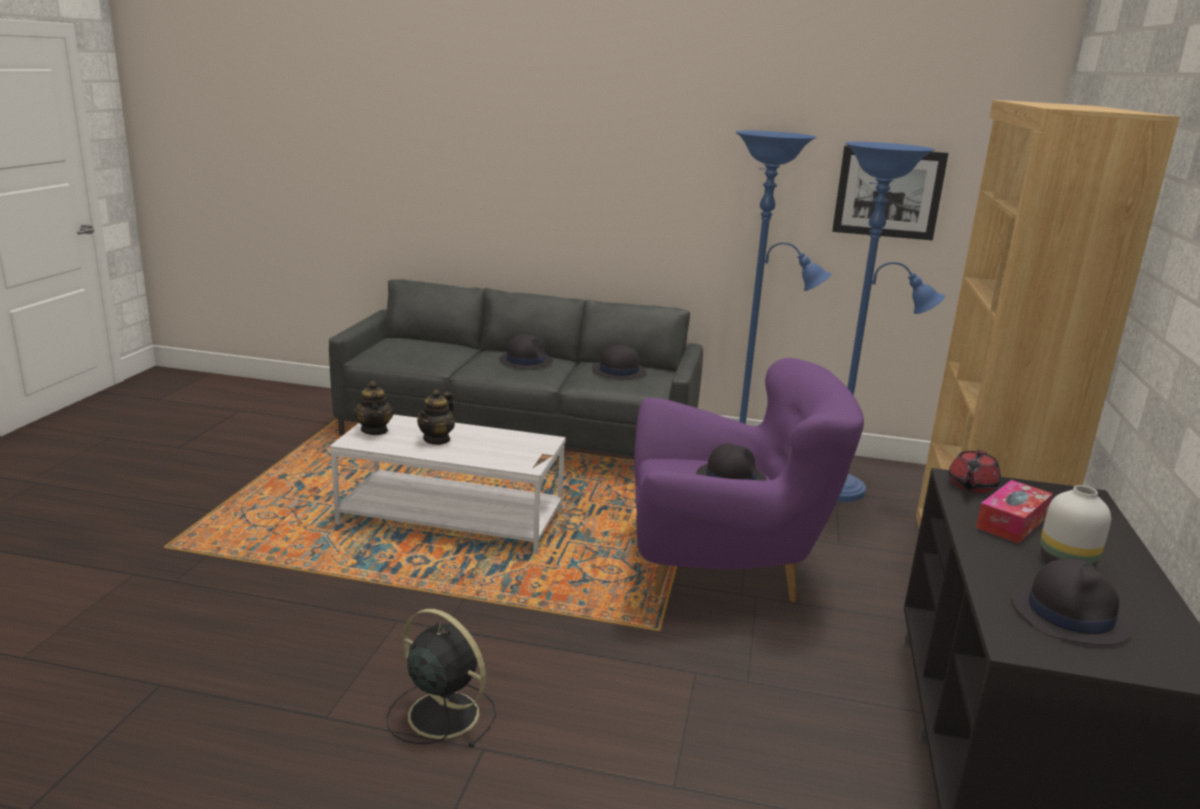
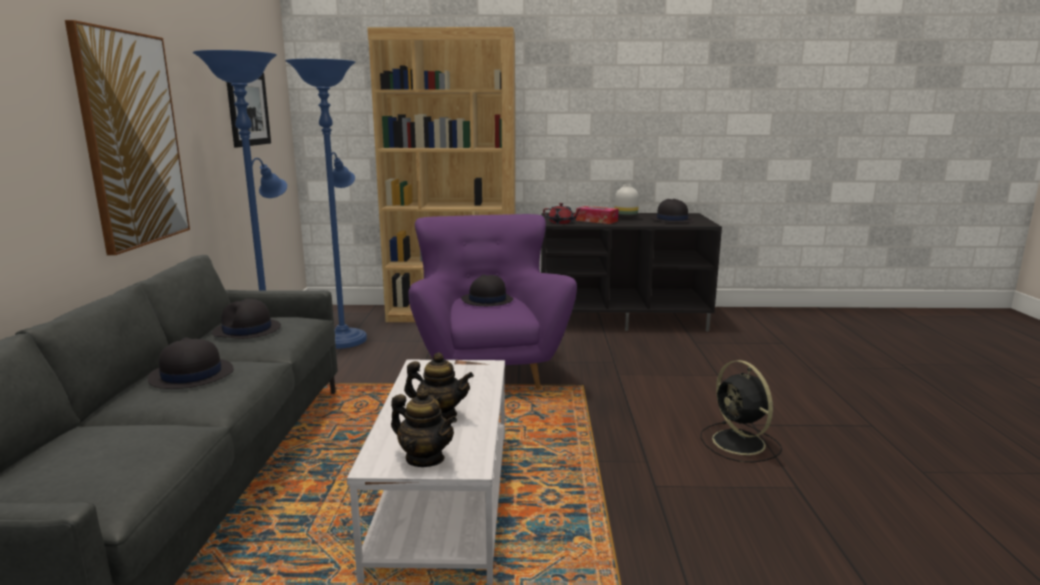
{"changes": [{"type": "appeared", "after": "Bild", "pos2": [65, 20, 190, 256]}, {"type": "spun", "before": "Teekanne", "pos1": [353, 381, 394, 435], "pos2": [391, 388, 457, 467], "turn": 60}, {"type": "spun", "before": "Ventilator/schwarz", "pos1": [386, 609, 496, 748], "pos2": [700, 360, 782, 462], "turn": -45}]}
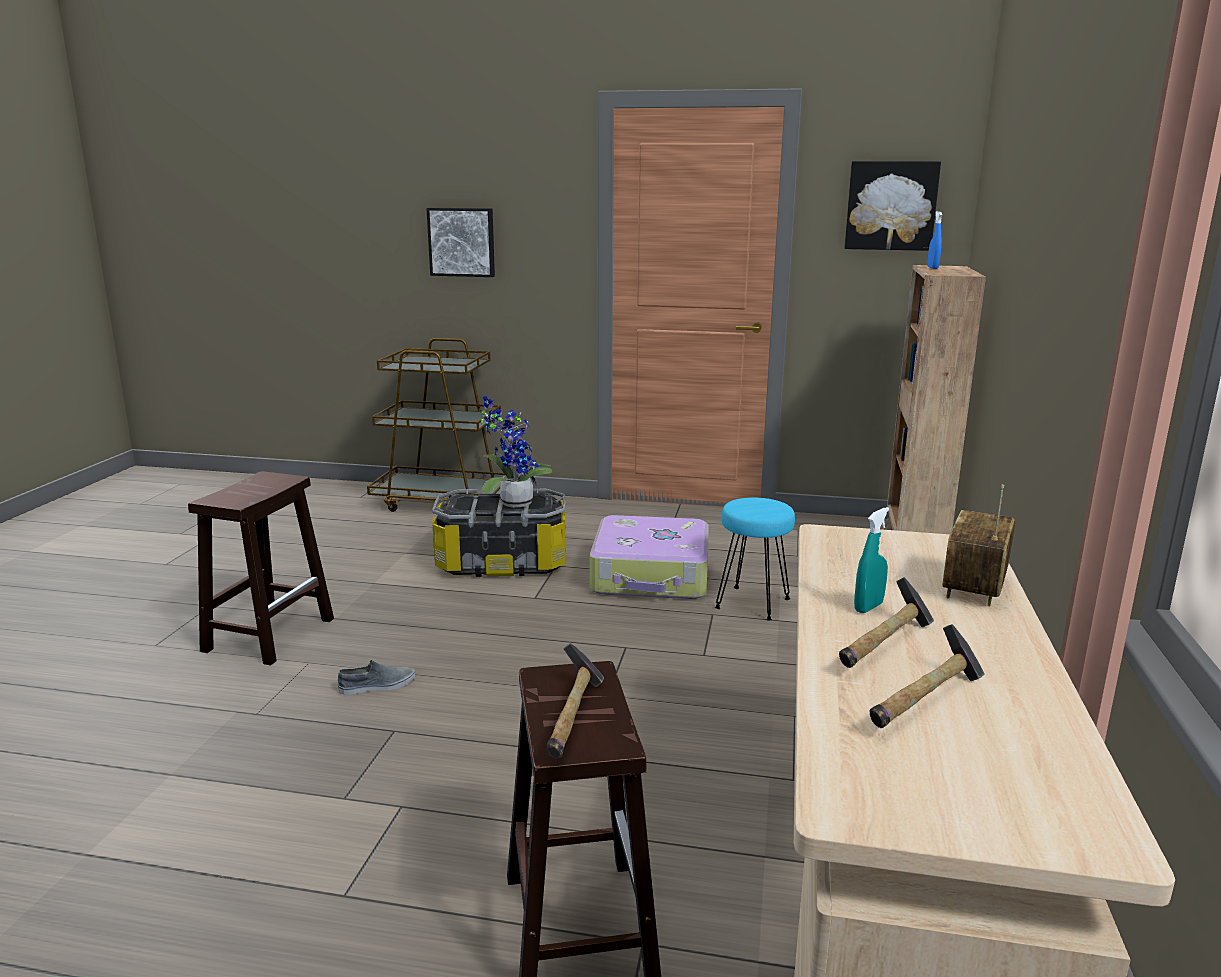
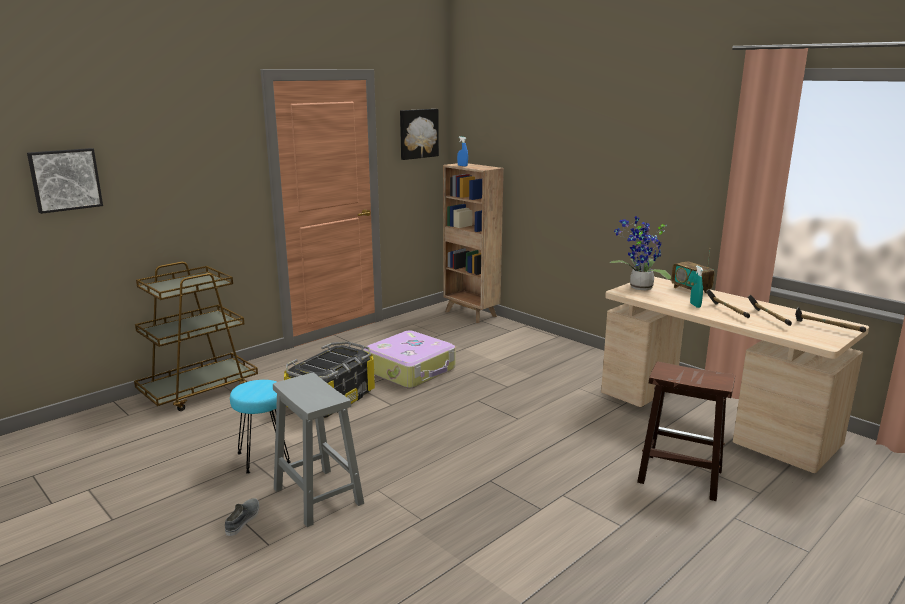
{"changes": [{"type": "relocated", "before": "Schuh/grau", "pos1": [338, 660, 415, 695], "pos2": [225, 498, 259, 536]}, {"type": "relocated", "before": "Bild", "pos1": [426, 208, 495, 277], "pos2": [27, 148, 103, 214]}, {"type": "relocated", "before": "Topfpflanze", "pos1": [480, 396, 552, 508], "pos2": [610, 216, 671, 290]}, {"type": "relocated", "before": "Hammer", "pos1": [546, 643, 604, 759], "pos2": [795, 307, 866, 333]}, {"type": "relocated", "before": "Hocker/türkis", "pos1": [715, 497, 795, 620], "pos2": [230, 380, 291, 474]}, {"type": "colour", "before": "Hocker/braun", "after": "Hocker/grau", "pos1": [188, 471, 334, 665], "pos2": [273, 373, 364, 527]}]}
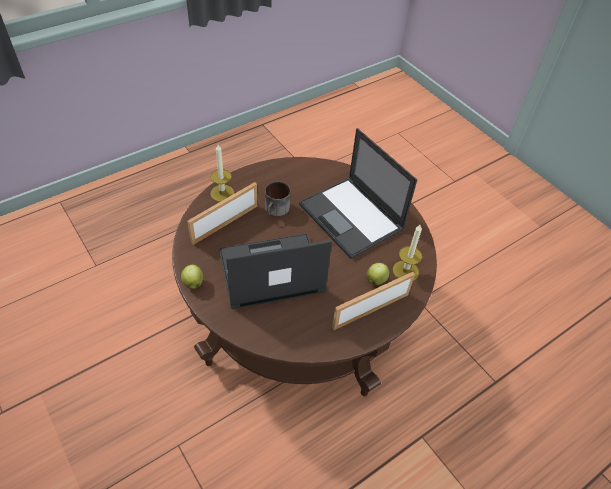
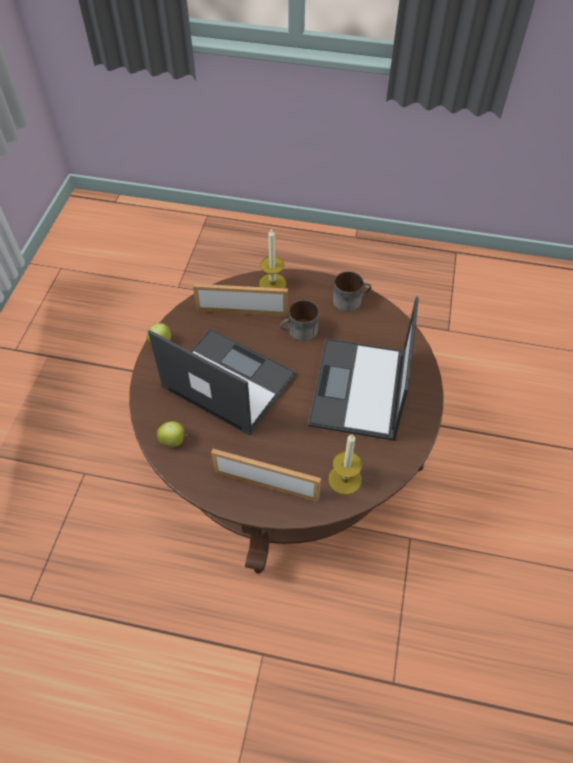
{"changes": [{"type": "appeared", "after": "Henkelbecher", "pos2": [333, 271, 371, 312]}, {"type": "relocated", "before": "Apfel", "pos1": [367, 263, 389, 285], "pos2": [157, 421, 188, 447]}]}
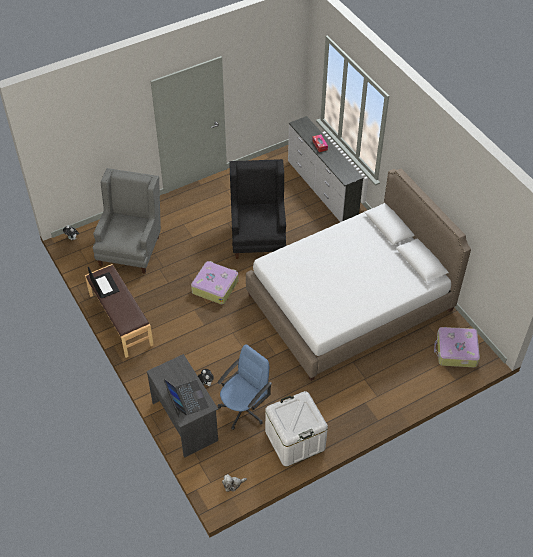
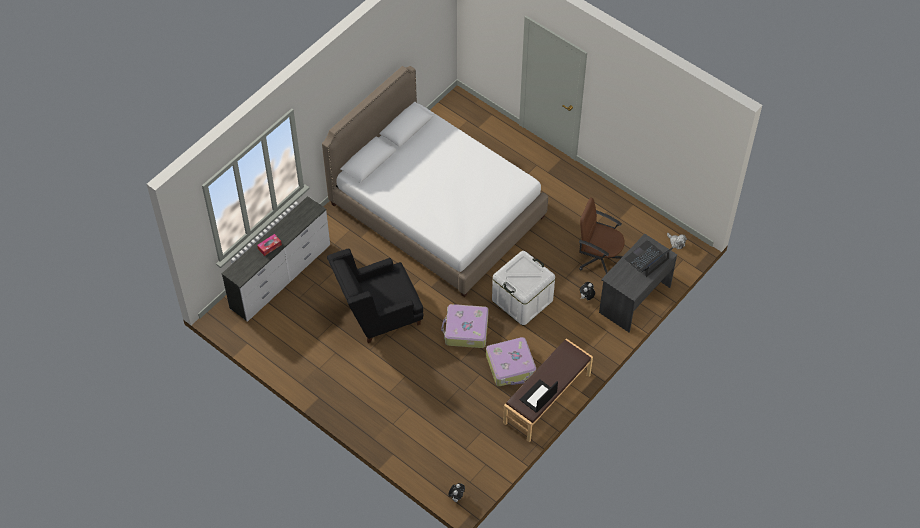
{"changes": [{"type": "missing", "before": "Sessel/grau", "pos1": [93, 168, 161, 274]}, {"type": "relocated", "before": "Aufbewahrungsbox/weiß", "pos1": [265, 391, 328, 467], "pos2": [492, 251, 555, 325]}, {"type": "relocated", "before": "Koffer", "pos1": [434, 327, 480, 367], "pos2": [486, 337, 536, 386]}, {"type": "colour", "before": "Bürostuhl/blau", "after": "Bürostuhl/braun", "pos1": [217, 344, 272, 430], "pos2": [579, 197, 625, 274]}]}
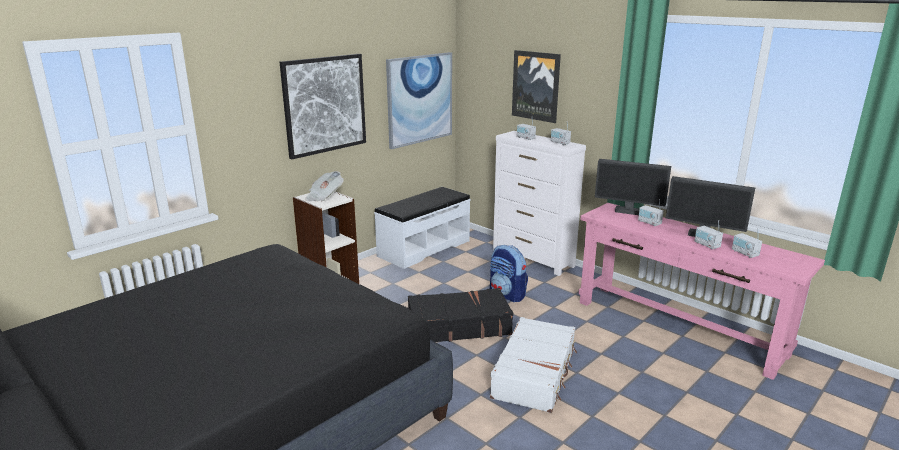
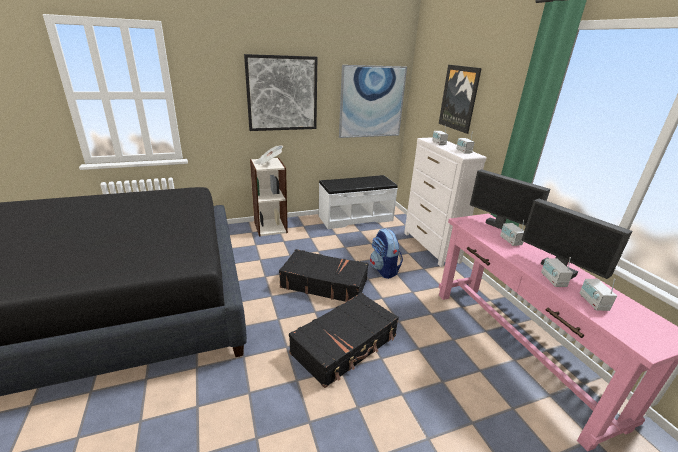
{"changes": [{"type": "colour", "before": "Koffer/weiß", "after": "Koffer/schwarz", "pos1": [490, 317, 577, 413], "pos2": [289, 292, 399, 388]}]}
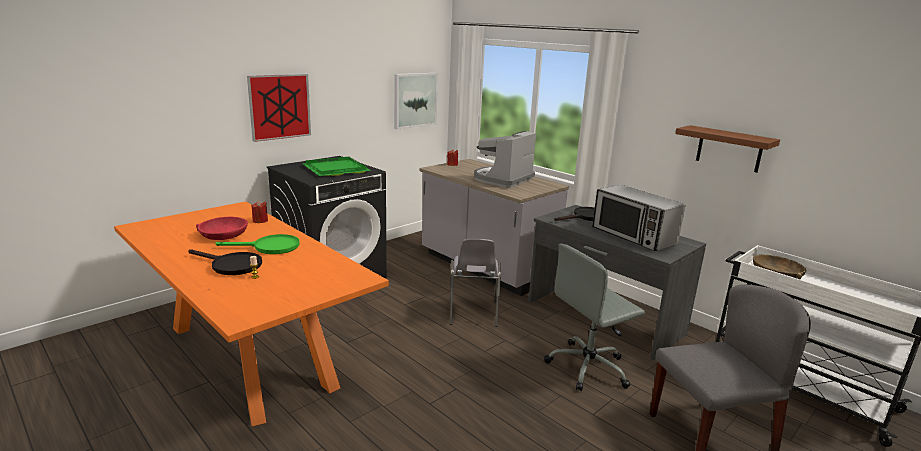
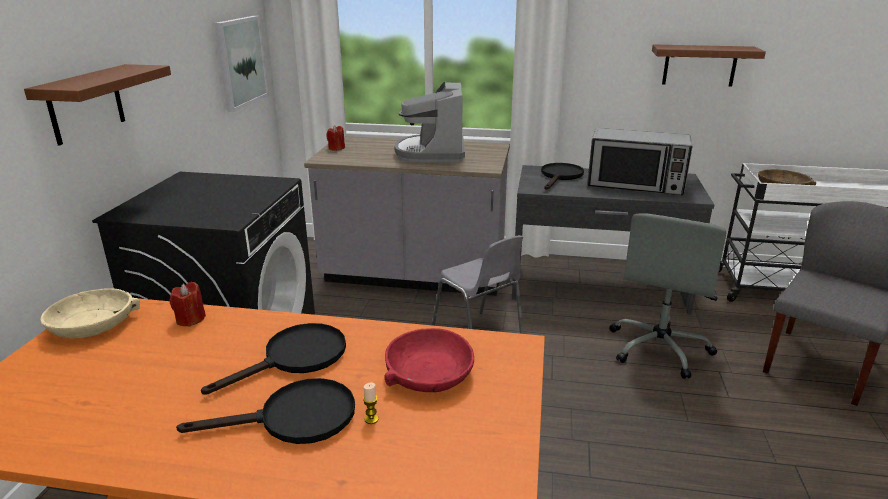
{"changes": [{"type": "missing", "before": "Tablett/grün", "pos1": [302, 157, 371, 176]}, {"type": "appeared", "after": "Schüssel/beige", "pos2": [40, 288, 140, 338]}, {"type": "relocated", "before": "Schüssel/rot", "pos1": [196, 217, 248, 240], "pos2": [384, 328, 474, 392]}, {"type": "exchanged", "before": "Bild", "after": "Wandregal/braun", "pos1": [247, 74, 311, 142], "pos2": [24, 64, 171, 145]}, {"type": "colour", "before": "Pfanne/grün", "after": "Pfanne/schwarz", "pos1": [215, 234, 300, 254], "pos2": [201, 323, 346, 395]}]}
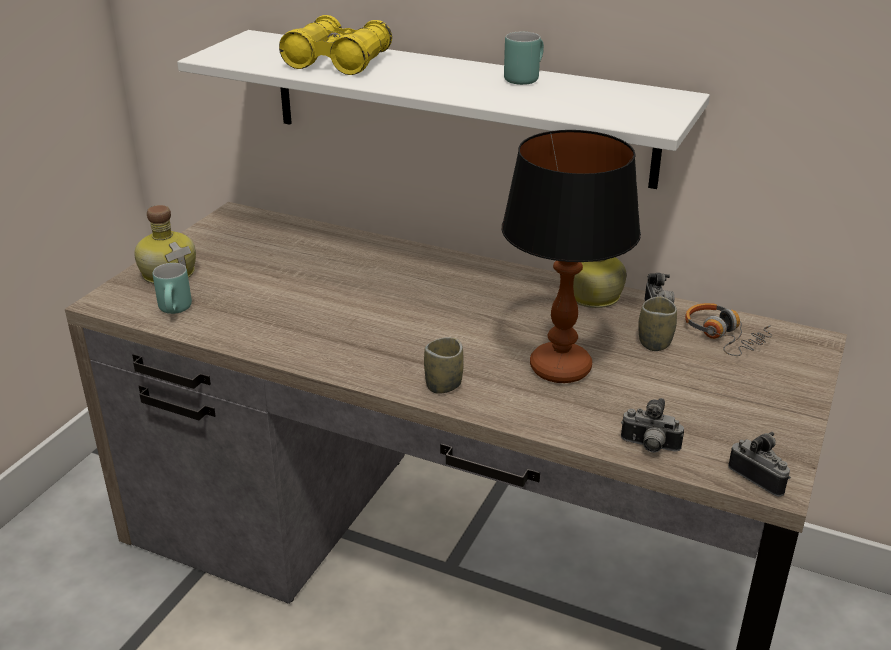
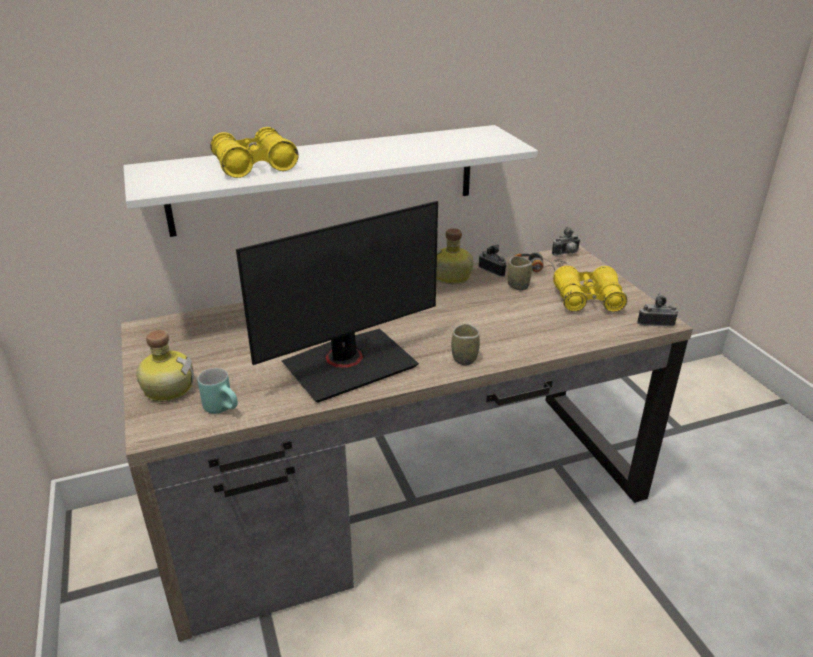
{"changes": [{"type": "missing", "before": "Tischlampe", "pos1": [502, 130, 641, 383]}, {"type": "missing", "before": "Henkelbecher/türkis", "pos1": [504, 32, 544, 85]}, {"type": "appeared", "after": "Monitor", "pos2": [236, 201, 438, 403]}, {"type": "appeared", "after": "Fernglas/gelb", "pos2": [553, 266, 627, 312]}, {"type": "relocated", "before": "Kamera", "pos1": [621, 398, 684, 453], "pos2": [552, 227, 581, 256]}]}
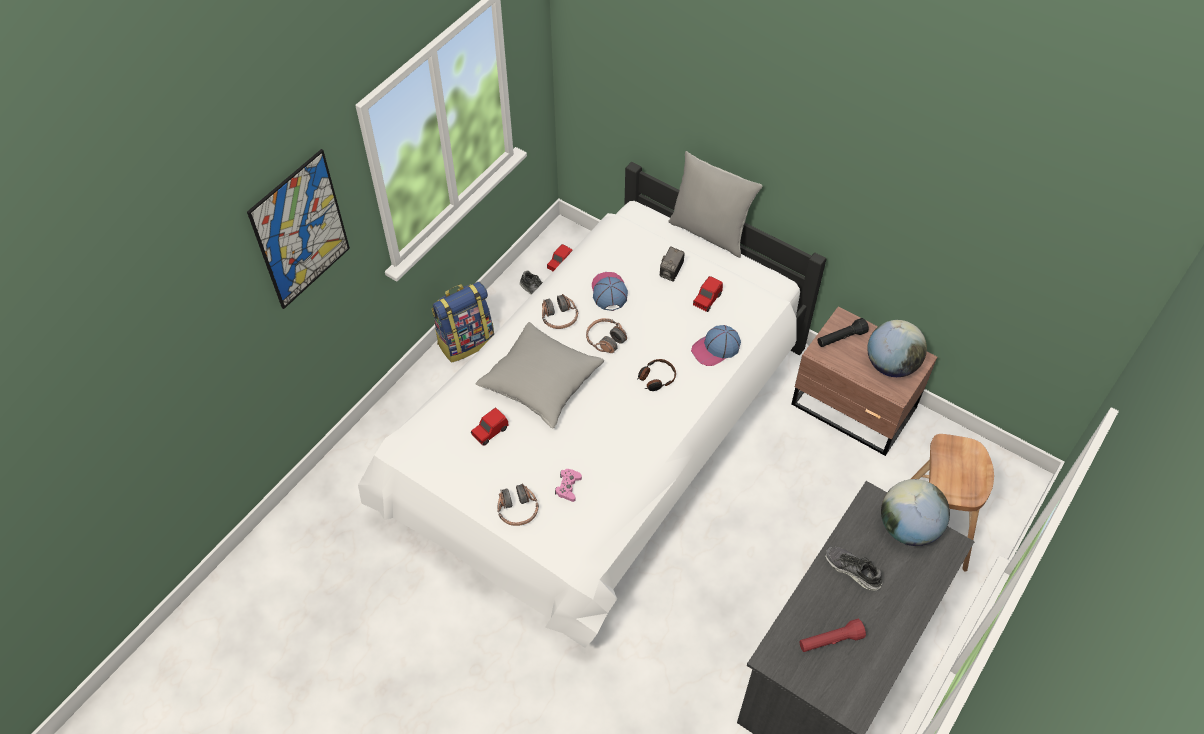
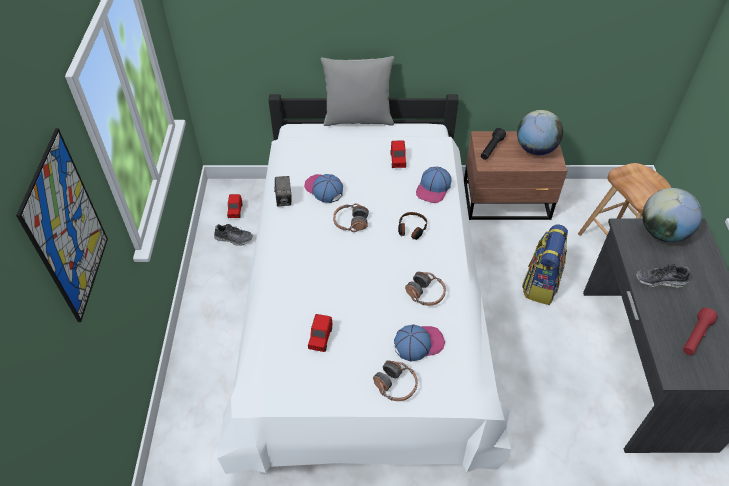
{"changes": [{"type": "missing", "before": "Kissen/grau", "pos1": [476, 322, 604, 429]}, {"type": "relocated", "before": "Rucksack", "pos1": [432, 281, 494, 363], "pos2": [522, 224, 568, 305]}, {"type": "relocated", "before": "Kopfhörer", "pos1": [542, 294, 578, 329], "pos2": [405, 272, 446, 306]}, {"type": "relocated", "before": "Kamera", "pos1": [660, 246, 685, 282], "pos2": [274, 176, 292, 206]}, {"type": "exchanged", "before": "Gamepad/rosa", "after": "Kappe", "pos1": [555, 469, 582, 502], "pos2": [394, 324, 445, 362]}]}
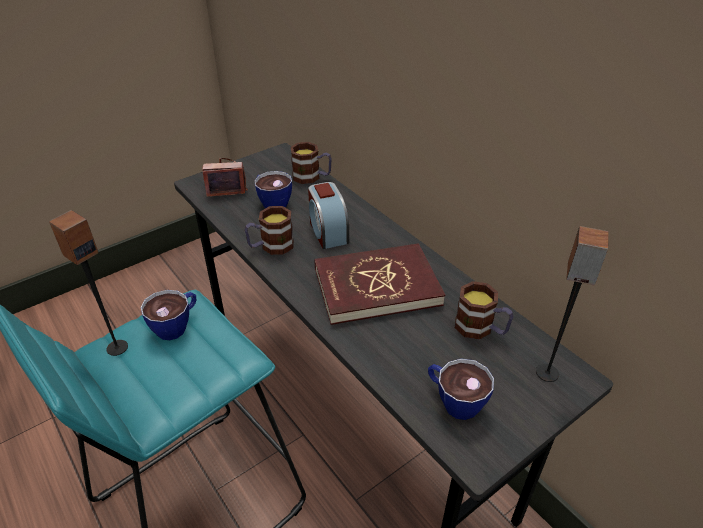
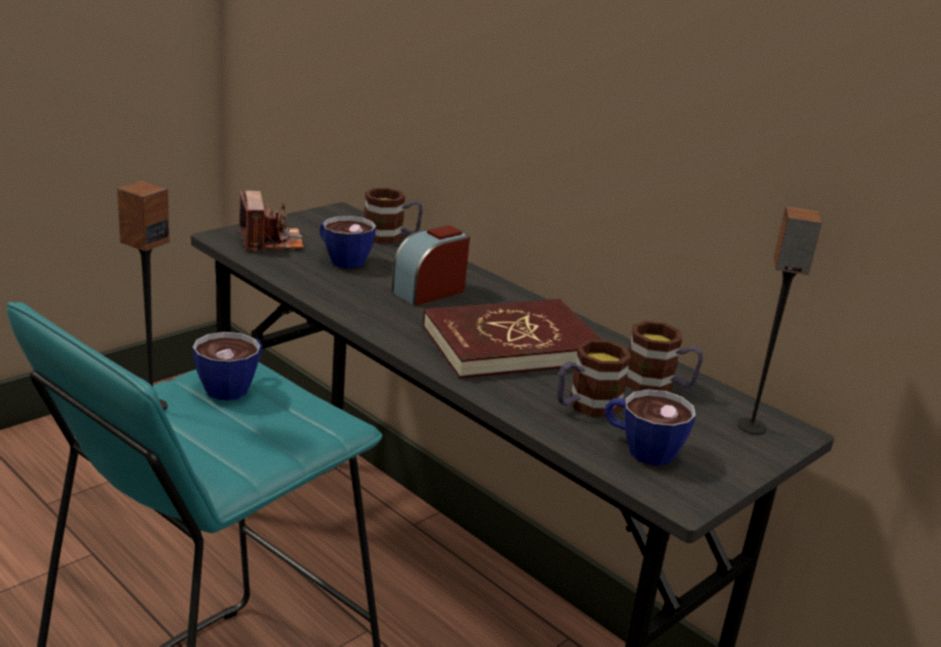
{"changes": [{"type": "relocated", "before": "Henkelbecher", "pos1": [245, 206, 294, 255], "pos2": [557, 340, 632, 417]}, {"type": "spun", "before": "Kamera", "pos1": [202, 158, 248, 196], "pos2": [239, 191, 304, 251], "turn": 90}, {"type": "spun", "before": "Wecker", "pos1": [308, 182, 349, 249], "pos2": [392, 225, 470, 306], "turn": 75}]}
